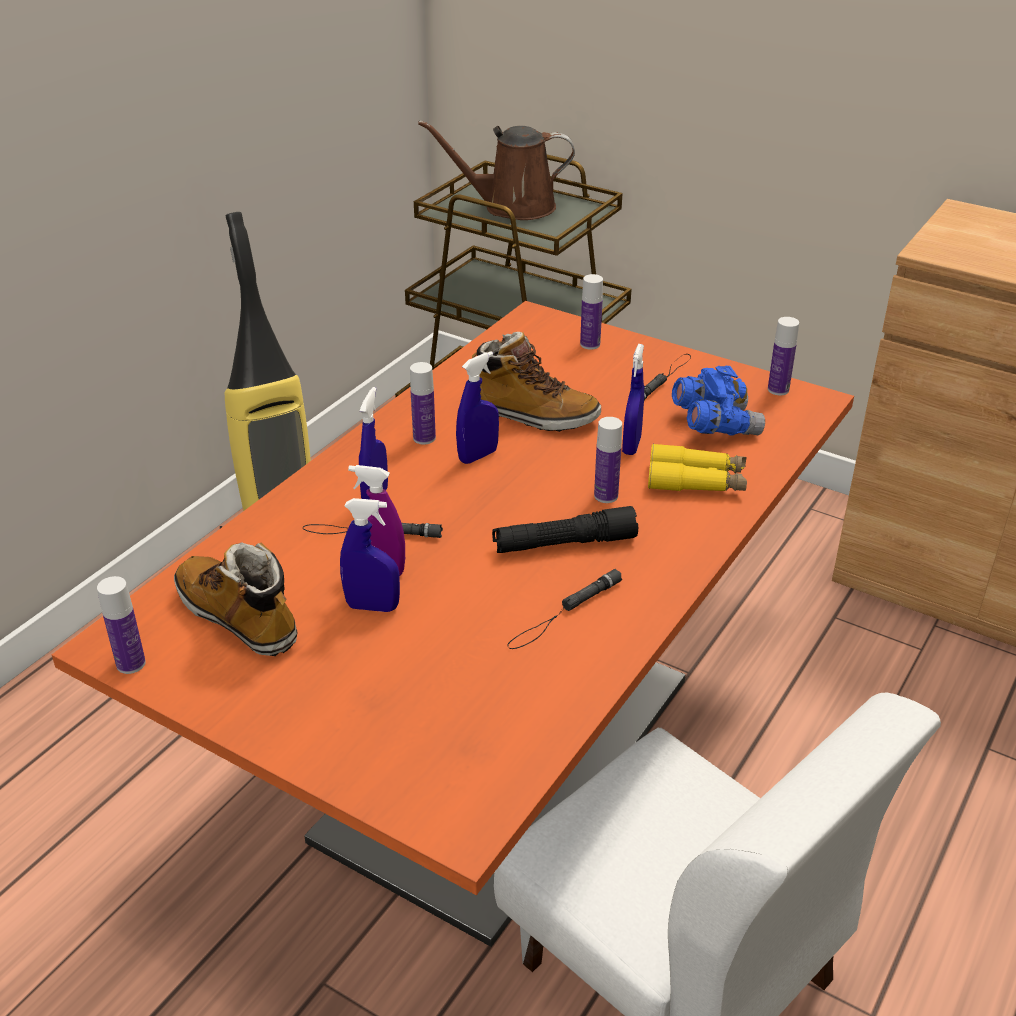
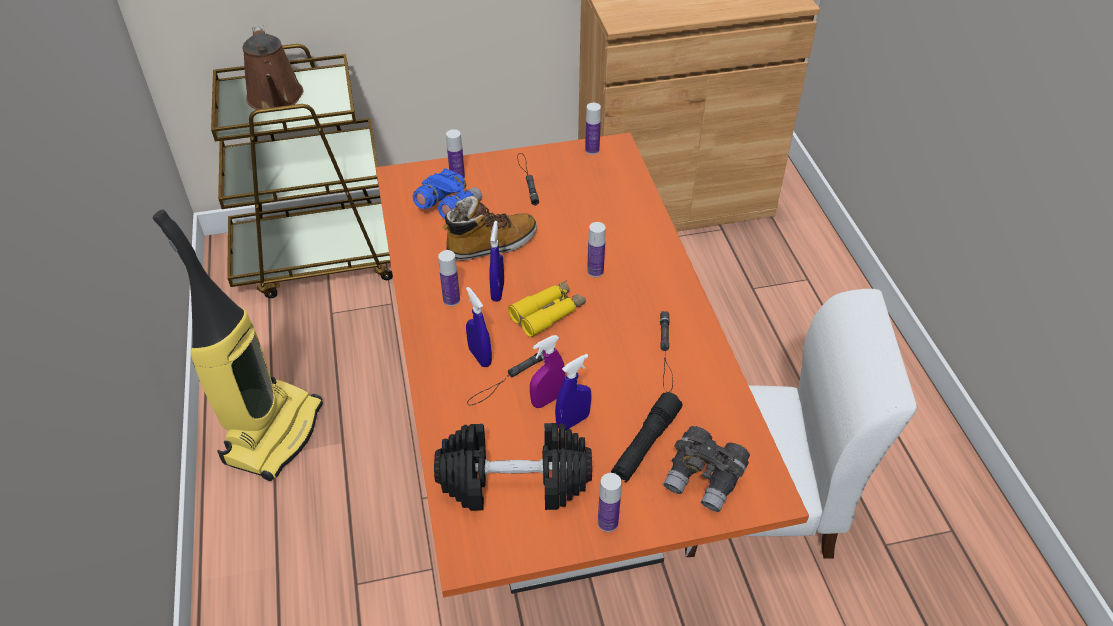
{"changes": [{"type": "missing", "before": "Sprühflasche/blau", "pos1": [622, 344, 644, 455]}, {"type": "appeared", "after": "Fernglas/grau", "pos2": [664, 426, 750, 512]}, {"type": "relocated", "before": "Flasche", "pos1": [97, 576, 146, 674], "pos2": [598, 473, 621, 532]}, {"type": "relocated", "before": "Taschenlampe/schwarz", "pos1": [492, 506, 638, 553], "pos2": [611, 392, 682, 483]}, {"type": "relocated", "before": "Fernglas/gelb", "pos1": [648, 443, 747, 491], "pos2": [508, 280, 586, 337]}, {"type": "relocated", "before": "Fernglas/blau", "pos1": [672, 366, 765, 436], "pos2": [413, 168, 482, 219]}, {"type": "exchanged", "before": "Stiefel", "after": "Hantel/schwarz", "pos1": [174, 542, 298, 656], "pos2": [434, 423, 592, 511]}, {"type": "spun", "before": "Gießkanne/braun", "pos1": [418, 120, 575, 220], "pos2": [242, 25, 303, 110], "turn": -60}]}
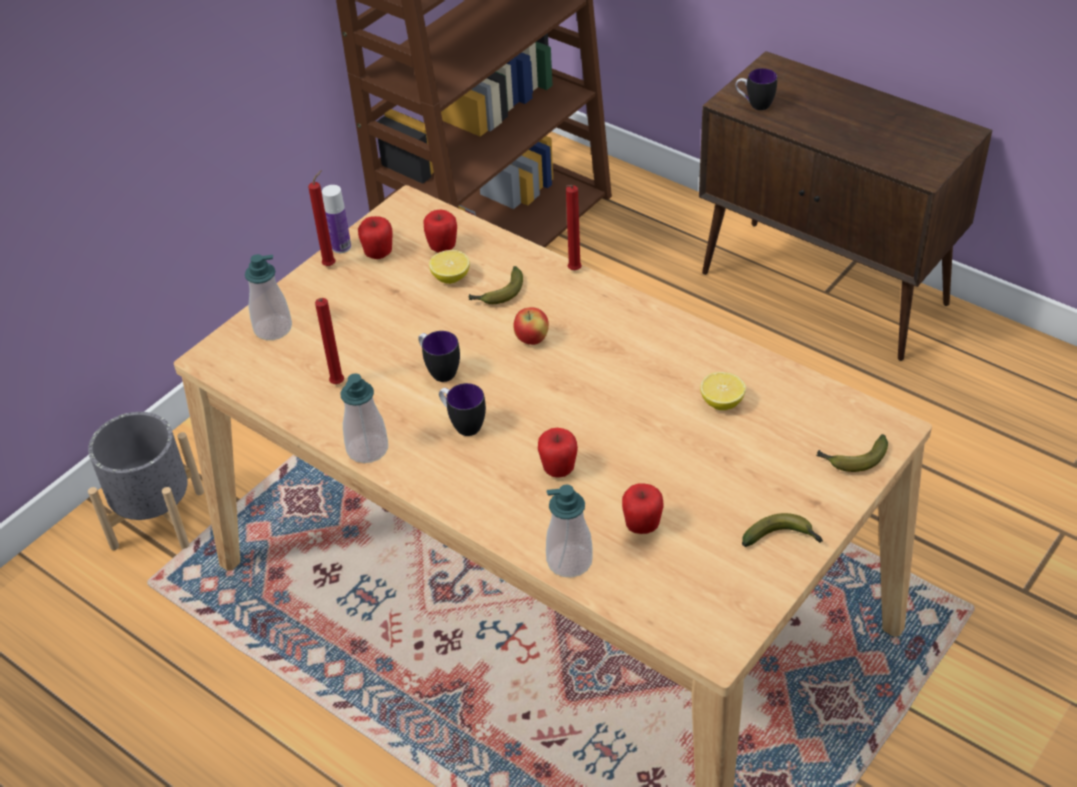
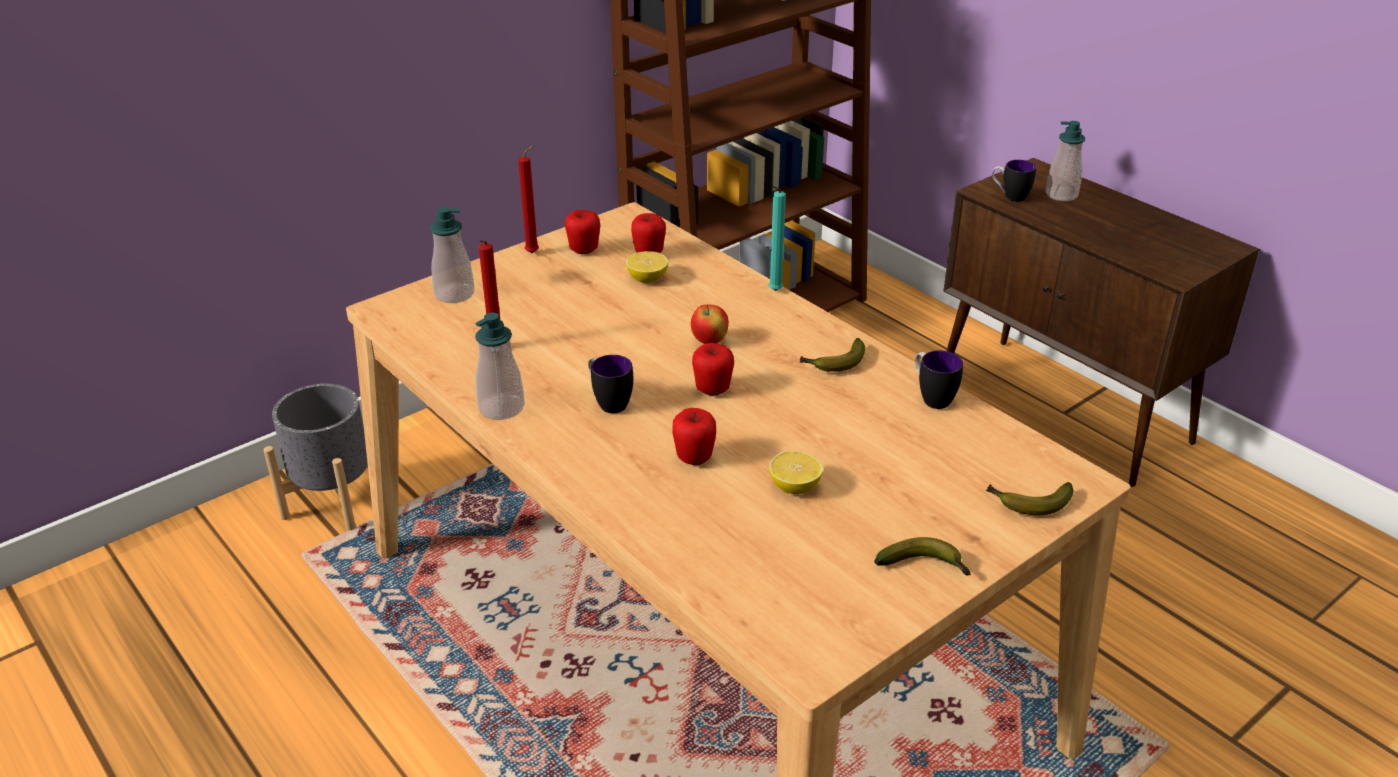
{"changes": [{"type": "missing", "before": "Flasche", "pos1": [322, 185, 351, 253]}, {"type": "relocated", "before": "Henkelbecher", "pos1": [418, 331, 460, 382], "pos2": [915, 350, 963, 409]}, {"type": "relocated", "before": "Banane", "pos1": [469, 266, 523, 304], "pos2": [800, 338, 865, 372]}, {"type": "relocated", "before": "Seifenspender", "pos1": [546, 485, 593, 577], "pos2": [1045, 121, 1085, 201]}, {"type": "relocated", "before": "Apfel", "pos1": [622, 484, 664, 534], "pos2": [692, 343, 734, 395]}, {"type": "relocated", "before": "Zitrone", "pos1": [700, 372, 746, 410], "pos2": [769, 450, 823, 495]}, {"type": "colour", "before": "Kerze/rot", "after": "Kerze/türkis", "pos1": [566, 185, 582, 270], "pos2": [768, 186, 786, 291]}]}
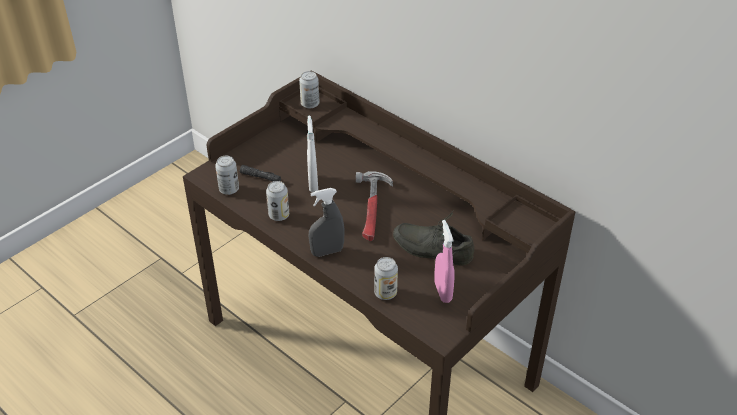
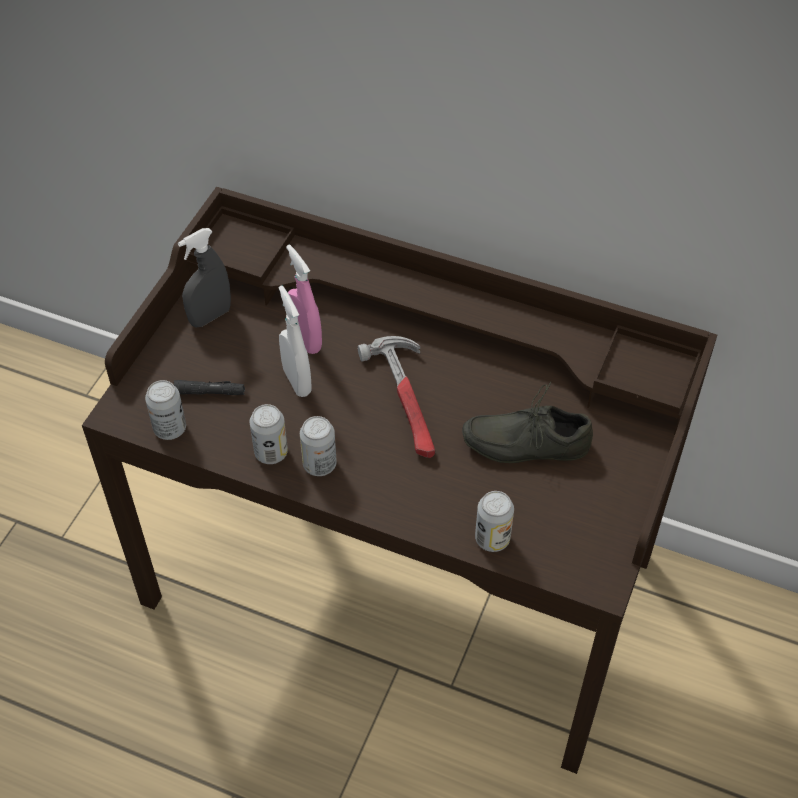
{"changes": [{"type": "relocated", "before": "Dose", "pos1": [299, 71, 319, 109], "pos2": [300, 416, 337, 476]}, {"type": "relocated", "before": "Sprühflasche/grau", "pos1": [309, 188, 345, 257], "pos2": [178, 228, 231, 327]}, {"type": "relocated", "before": "Sprühflasche/rosa", "pos1": [434, 220, 454, 303], "pos2": [286, 245, 322, 354]}]}
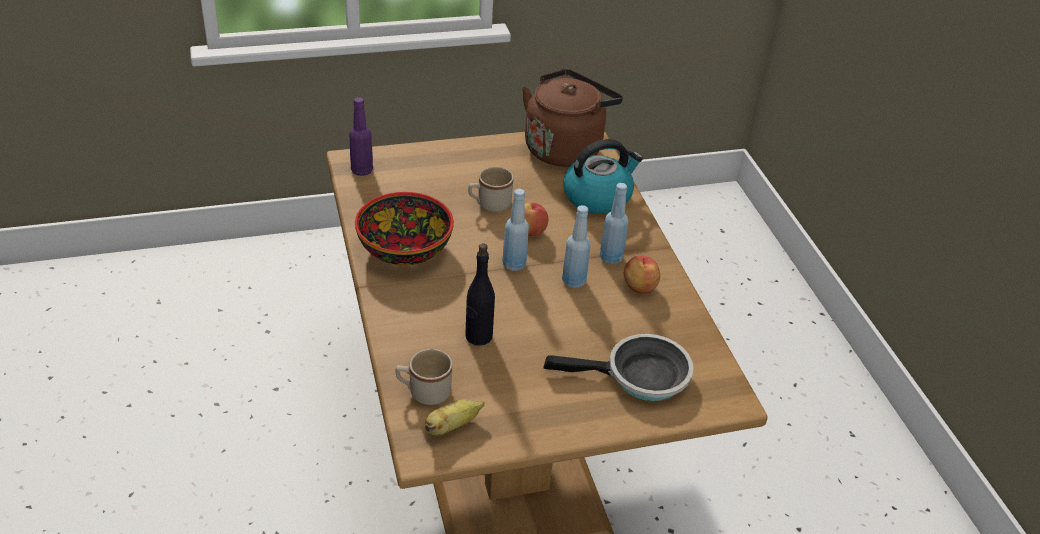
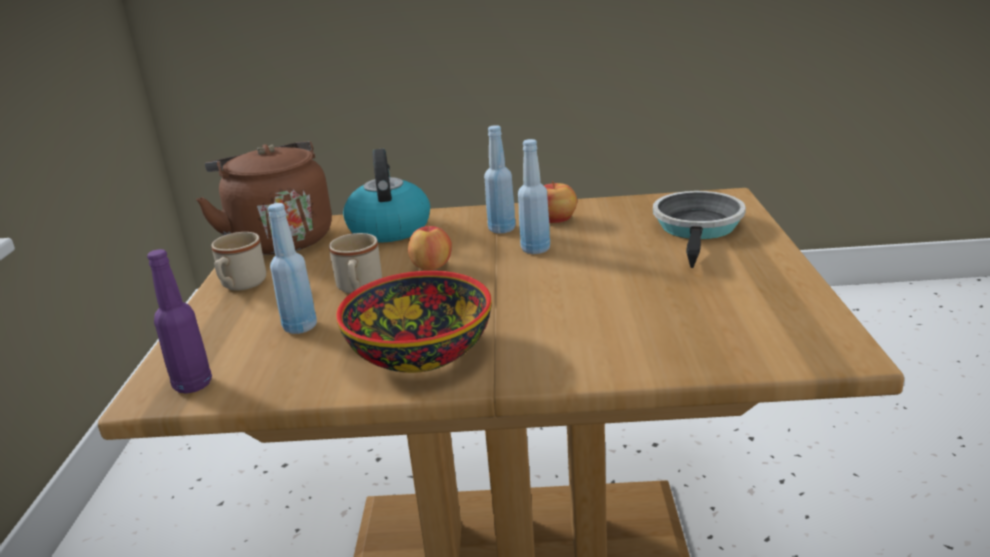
{"changes": [{"type": "missing", "before": "Banane", "pos1": [425, 399, 485, 435]}, {"type": "missing", "before": "Flasche/schwarz", "pos1": [465, 243, 495, 346]}, {"type": "relocated", "before": "Henkelbecher/beige", "pos1": [396, 349, 453, 405], "pos2": [211, 232, 266, 291]}, {"type": "relocated", "before": "Flasche/blau", "pos1": [502, 189, 529, 271], "pos2": [268, 203, 317, 334]}]}
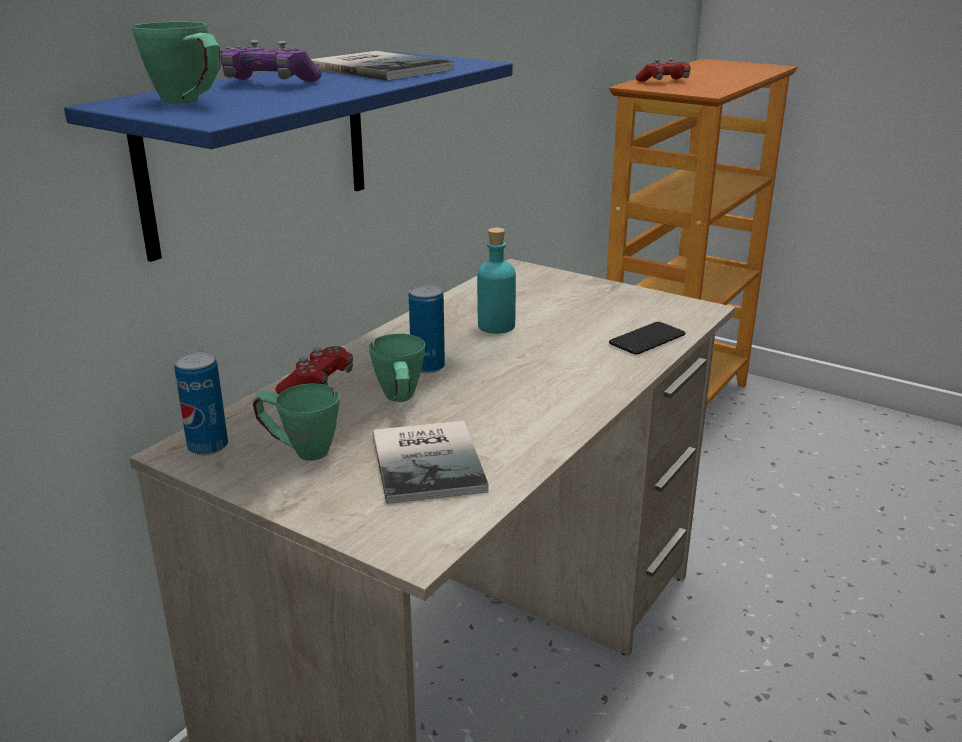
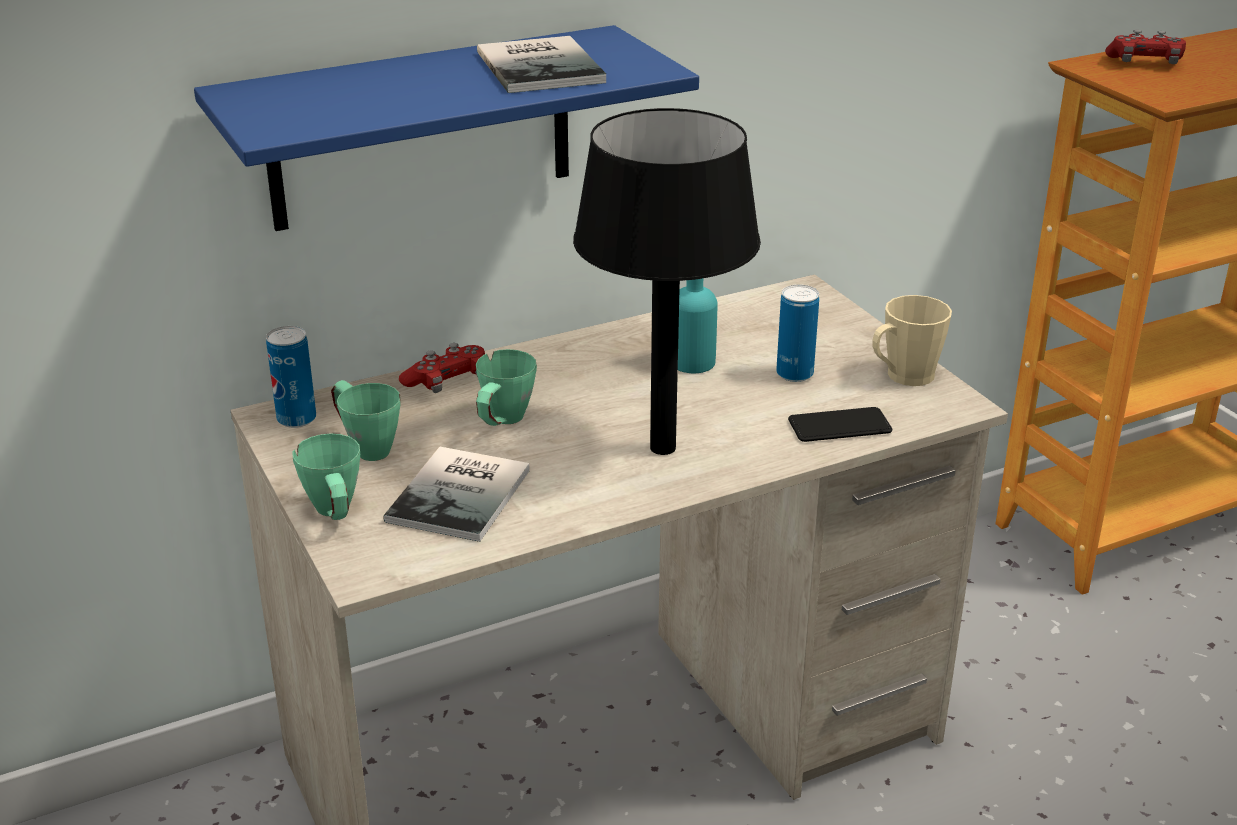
{"changes": [{"type": "missing", "before": "Gamepad/lila", "pos1": [220, 40, 322, 82]}, {"type": "appeared", "after": "Tischlampe/schwarz", "pos2": [573, 108, 761, 455]}, {"type": "appeared", "after": "Henkelbecher/beige", "pos2": [872, 295, 952, 386]}, {"type": "relocated", "before": "Henkelbecher/grün", "pos1": [132, 21, 221, 104], "pos2": [293, 433, 360, 520]}, {"type": "relocated", "before": "Dose", "pos1": [409, 284, 445, 373], "pos2": [776, 284, 819, 382]}]}
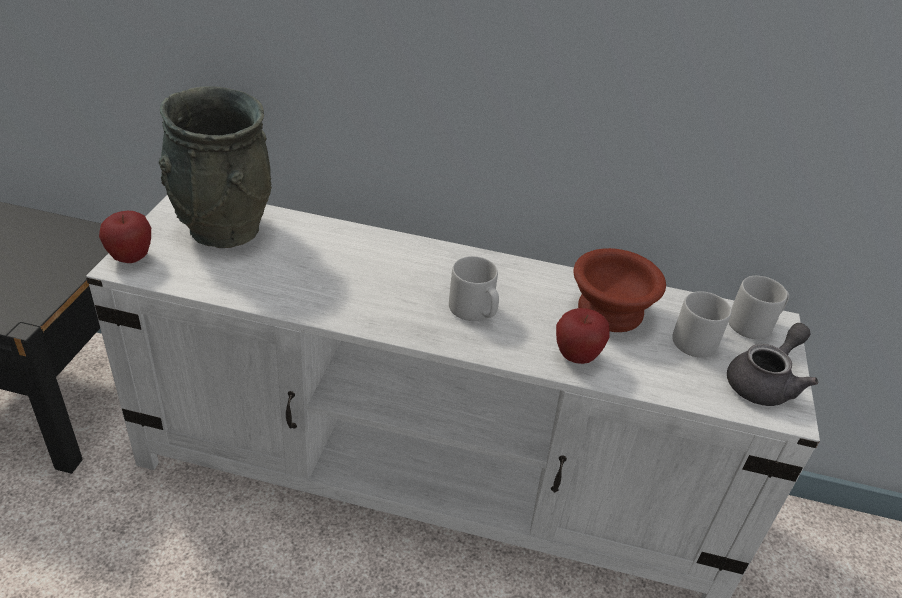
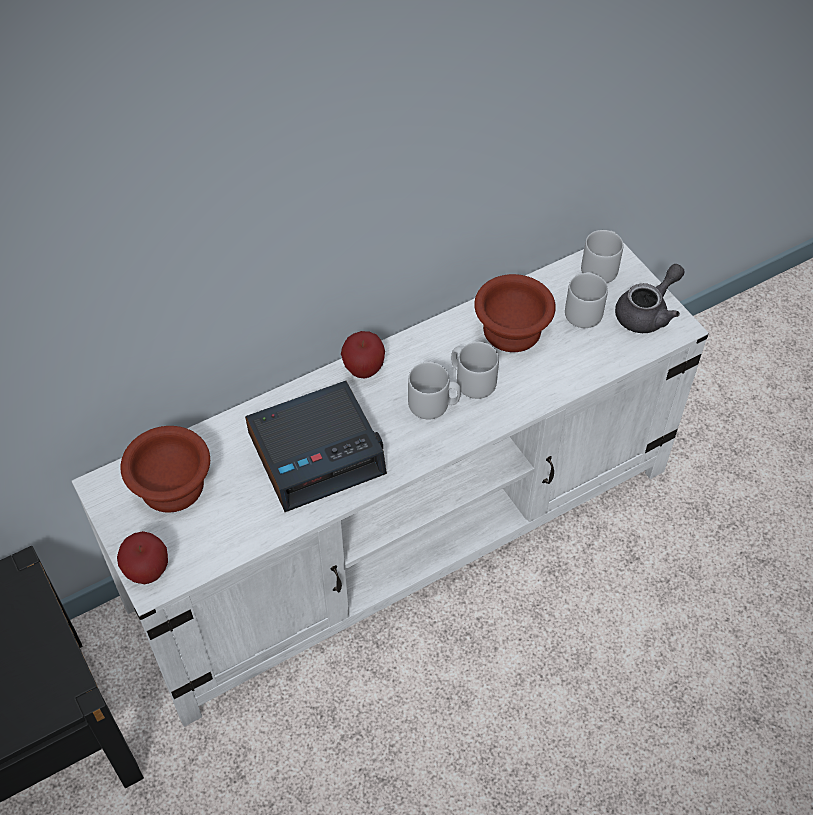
{"changes": [{"type": "appeared", "after": "Wecker", "pos2": [245, 381, 387, 512]}, {"type": "appeared", "after": "Henkelbecher/grau", "pos2": [451, 342, 499, 399]}, {"type": "relocated", "before": "Apfel", "pos1": [556, 308, 609, 364], "pos2": [341, 331, 385, 379]}, {"type": "exchanged", "before": "Vase/grau", "after": "Schüssel/braun", "pos1": [159, 86, 272, 248], "pos2": [120, 426, 210, 513]}, {"type": "spun", "before": "Teekanne/grau", "pos1": [727, 323, 818, 406], "pos2": [615, 264, 685, 333], "turn": 45}]}
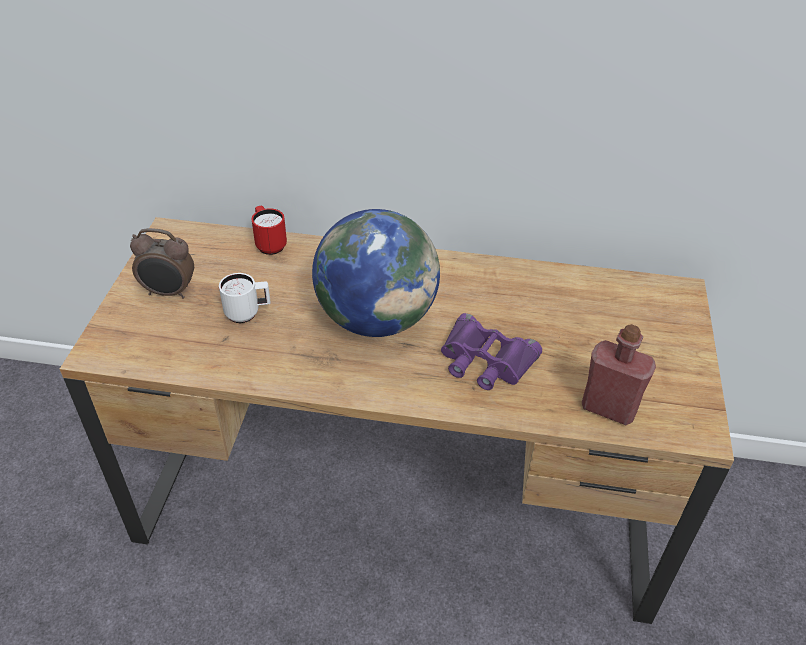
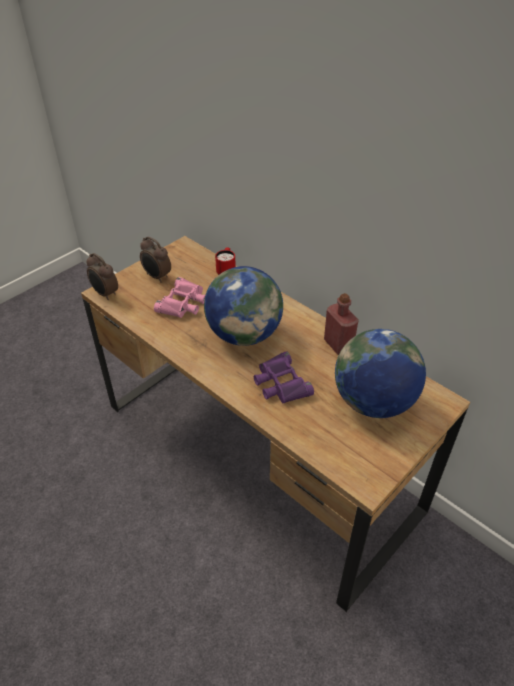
{"changes": [{"type": "appeared", "after": "Wecker", "pos2": [86, 253, 118, 300]}, {"type": "appeared", "after": "Globus", "pos2": [335, 329, 426, 418]}, {"type": "relocated", "before": "Flasche/rot", "pos1": [582, 324, 656, 425], "pos2": [324, 293, 359, 355]}, {"type": "exchanged", "before": "Henkelbecher/weiß", "after": "Fernglas/rosa", "pos1": [219, 273, 271, 323], "pos2": [154, 277, 205, 318]}]}
